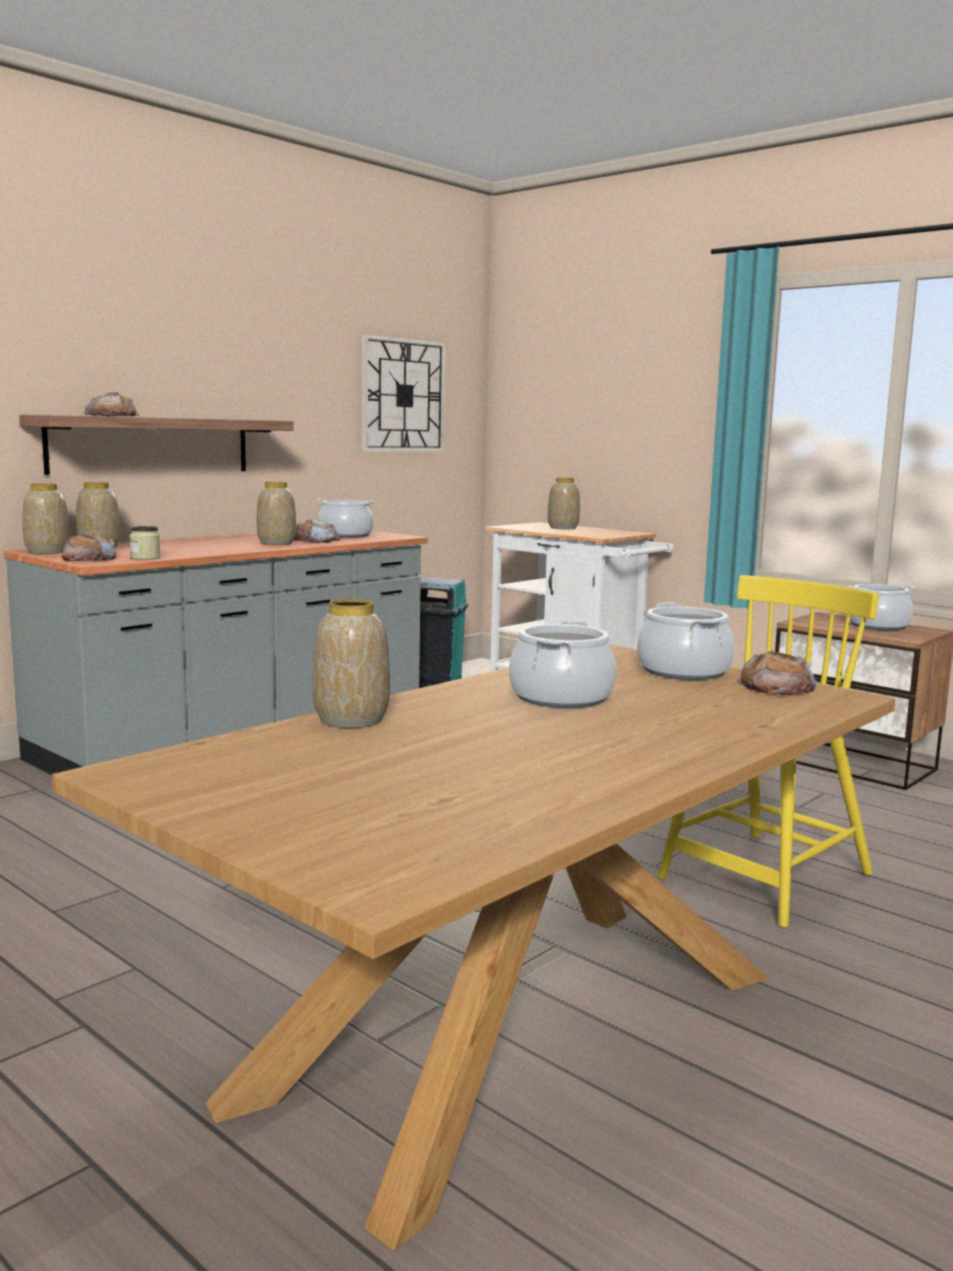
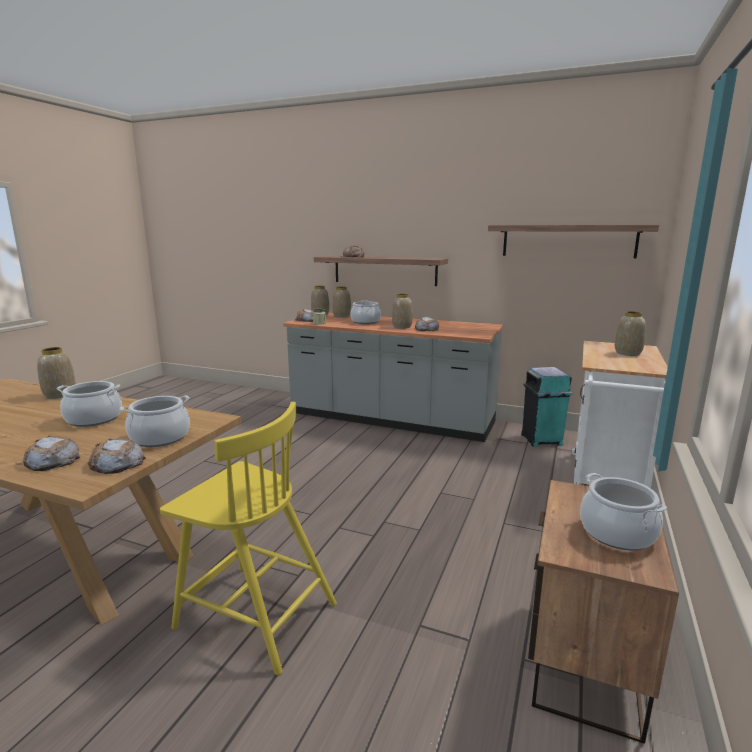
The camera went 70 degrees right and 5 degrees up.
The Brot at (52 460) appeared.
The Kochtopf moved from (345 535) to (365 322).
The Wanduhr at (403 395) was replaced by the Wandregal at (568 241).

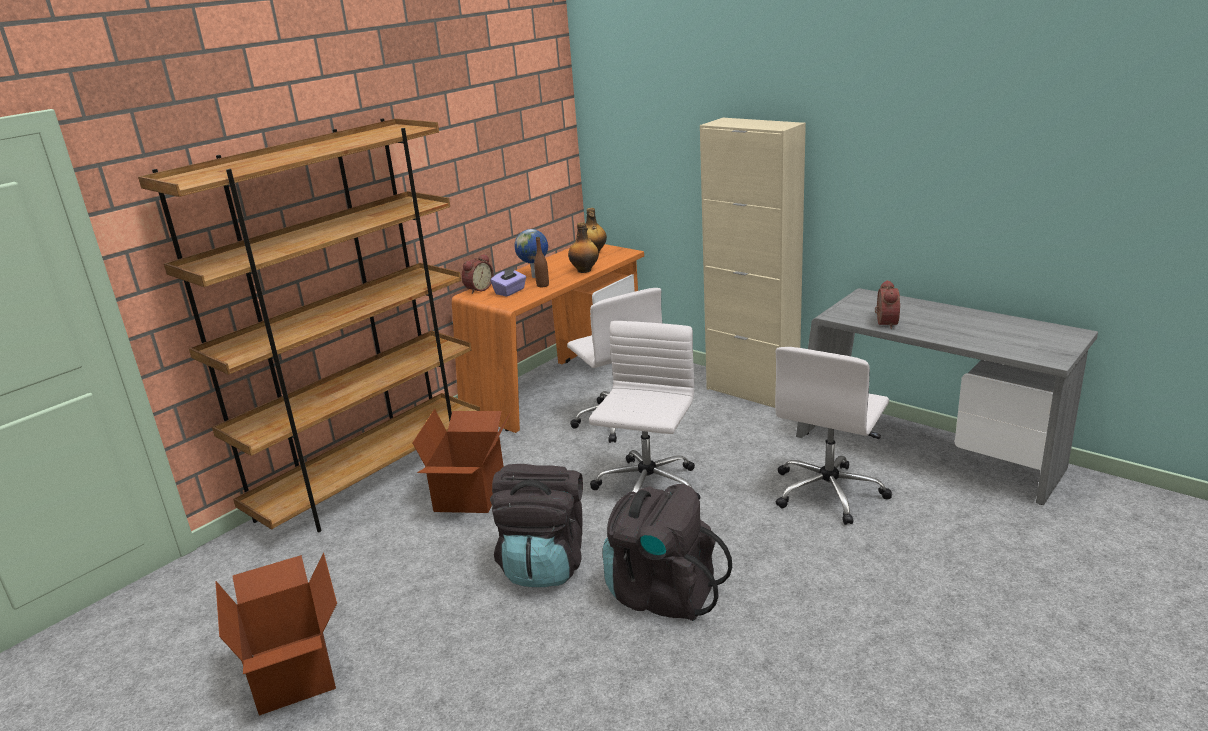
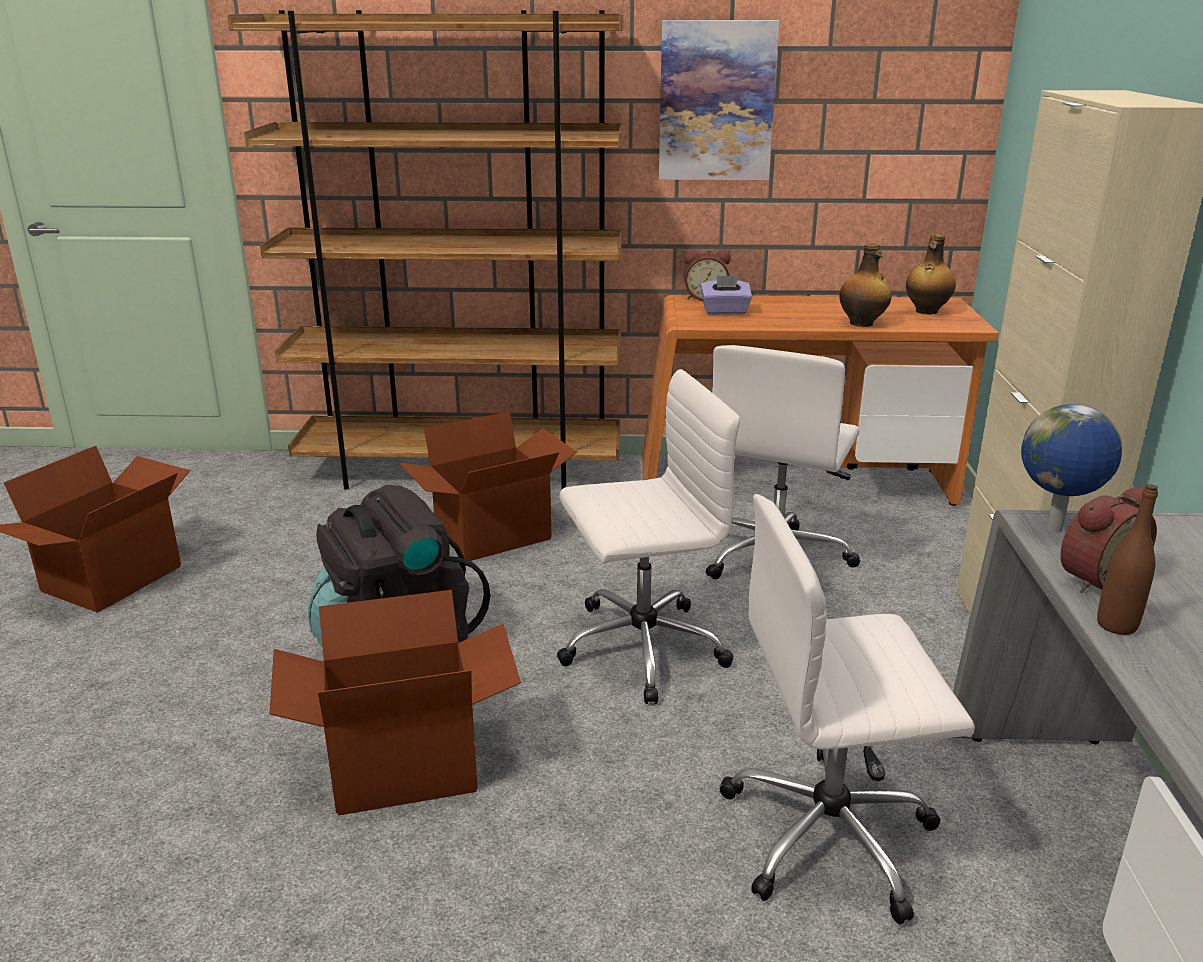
The camera went 50 degrees right and 0 degrees up.
The Rucksack [schwarz] at (662 594) was replaced by the Karton at (404 764).
The Bild at (716 101) appeared.
The Globus moved from (535 277) to (1055 530).
The Flasche [braun] moved from (542 285) to (1116 625).

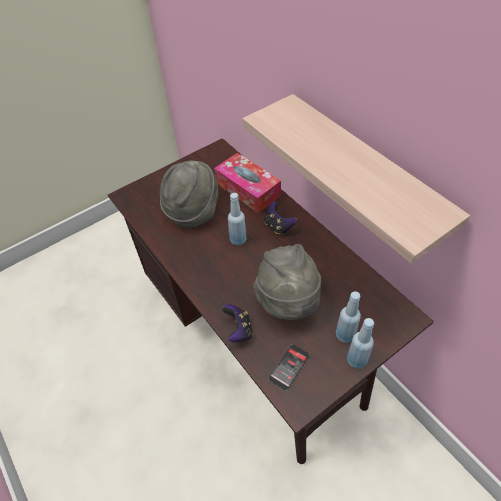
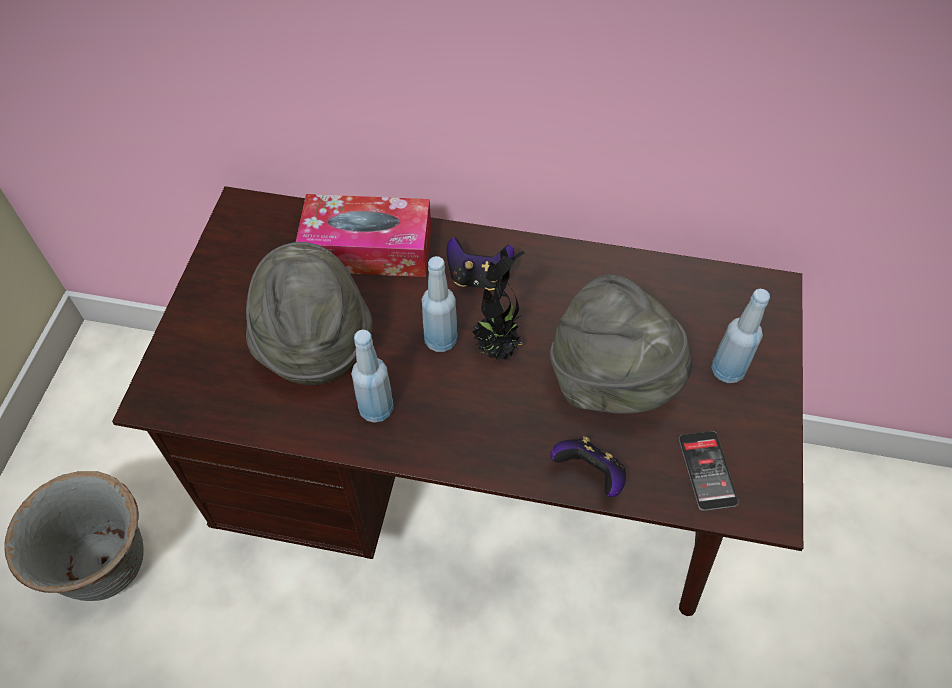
The camera went 45 degrees left and 5 degrees up.
The Pflanzkübel [grau] at (107 564) appeared.
The Flasche [blau] moved from (356 360) to (376 409).
The Topfpflanze at (498 348) appeared.
The Wandregal at (364 174) disappeared.

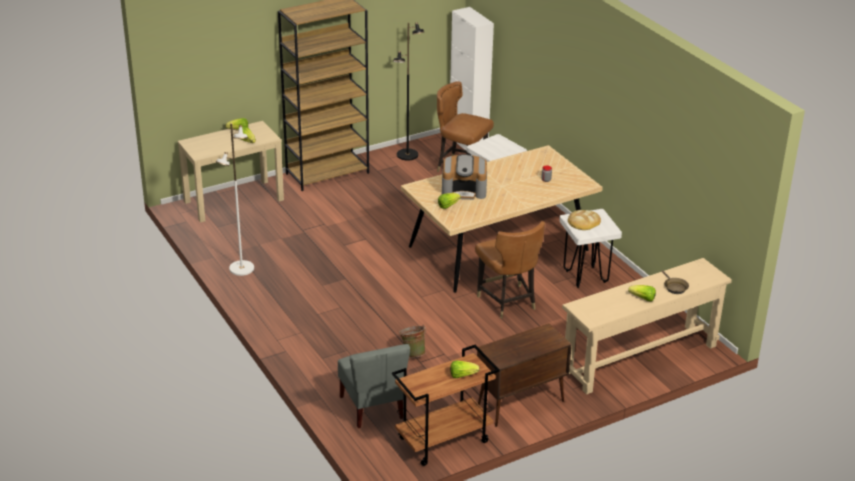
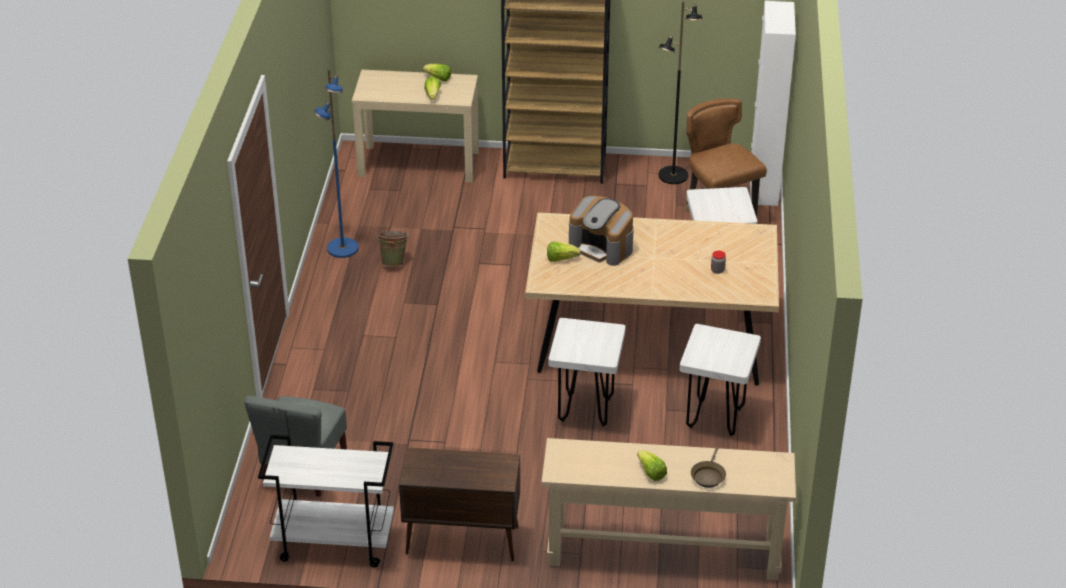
The camera went 35 degrees right and 5 degrees up.
The Rollwagen [braun] at (443 441) became the Rollwagen [weiß] at (333 543).
The Stehlampe [weiß] at (241 269) became the Stehlampe [blau] at (342 249).
The Eimer [grün] moved from (413 353) to (394 262).
The Stuhl [braun] at (507 302) was replaced by the Hocker [weiß] at (585 410).
The Salatkopf at (462 375) disappeared.
The Brot at (583 222) disappeared.

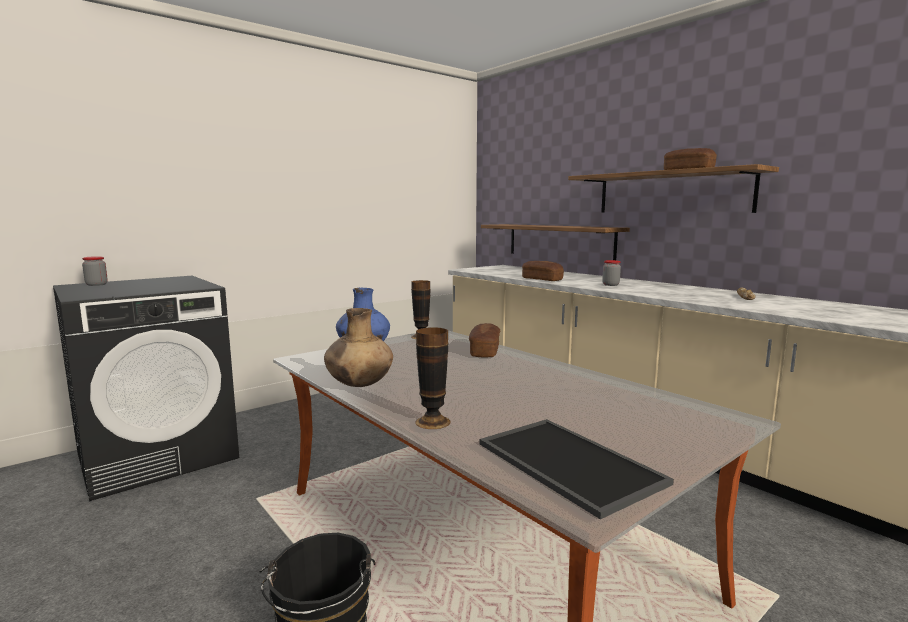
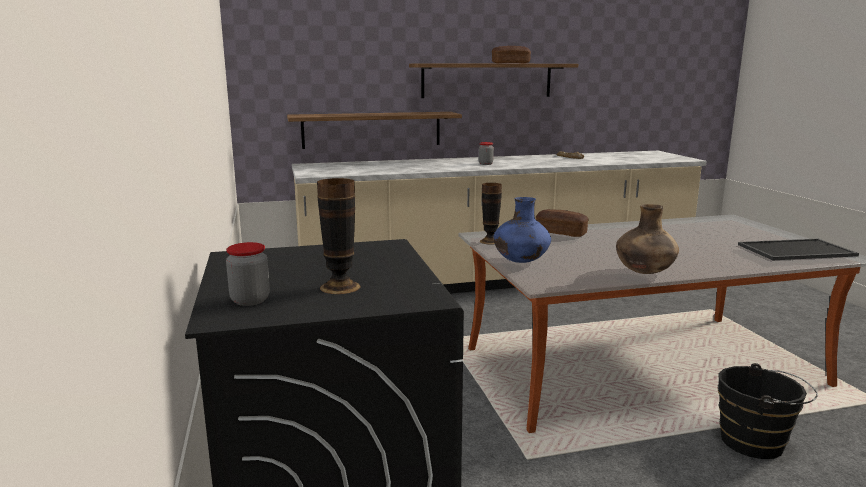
The camera went 65 degrees left and 5 degrees up.
The Vase moved from (432 422) to (340 287).
The Brot at (542 279) disappeared.

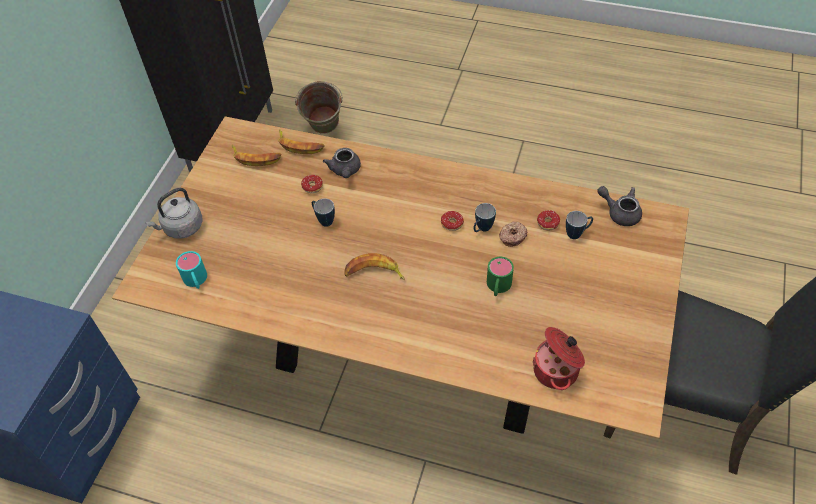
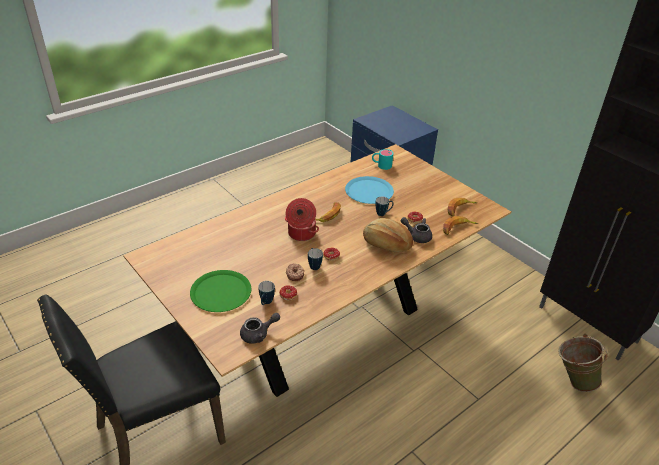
The camera went 120 degrees right and 15 degrees down.
The Teller [grün] at (220 292) appeared.
The Kochtopf moved from (557 370) to (301 234).
The Teller [blau] at (369 191) appeared.
The Brot at (386 244) appeared.
The Wasserkessel [grau] at (181 228) disappeared.
The Henkelbecher [grün] at (497 287) disappeared.

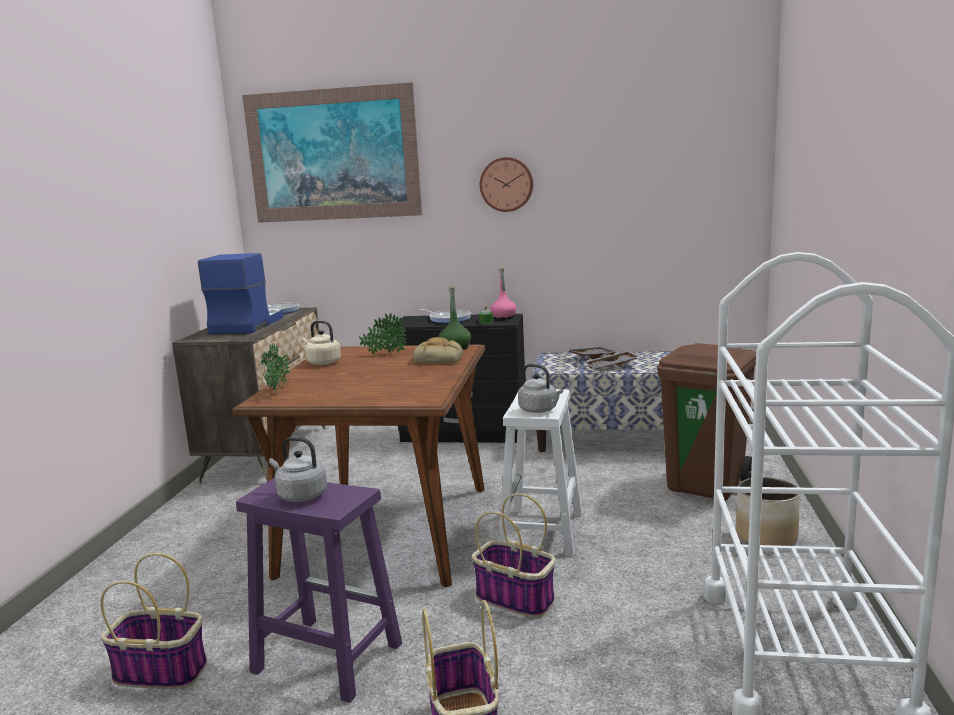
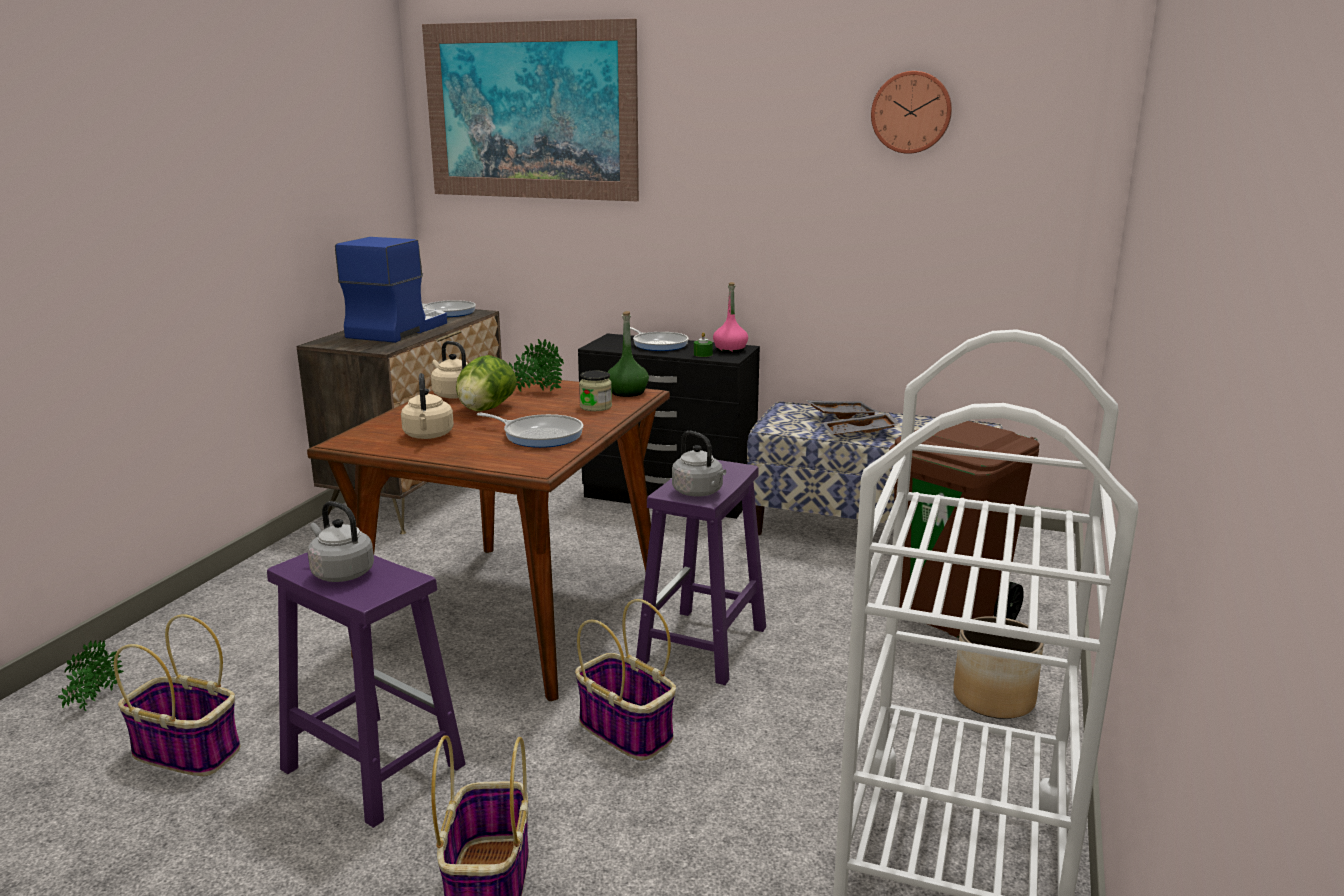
The camera went 10 degrees right and 5 degrees up.
The Topfpflanze moved from (276 392) to (92 702).
The Wasserkessel [beige] at (428 436) appeared.
The Salatkopf at (485 409) appeared.
The Pfanne at (539 435) appeared.
The Brot at (439 359) was replaced by the Vorratsglas at (595 407).
The Hocker [weiß] at (542 532) became the Hocker [lila] at (702 646).
The Wanduhr moved from (506 184) to (911 112).

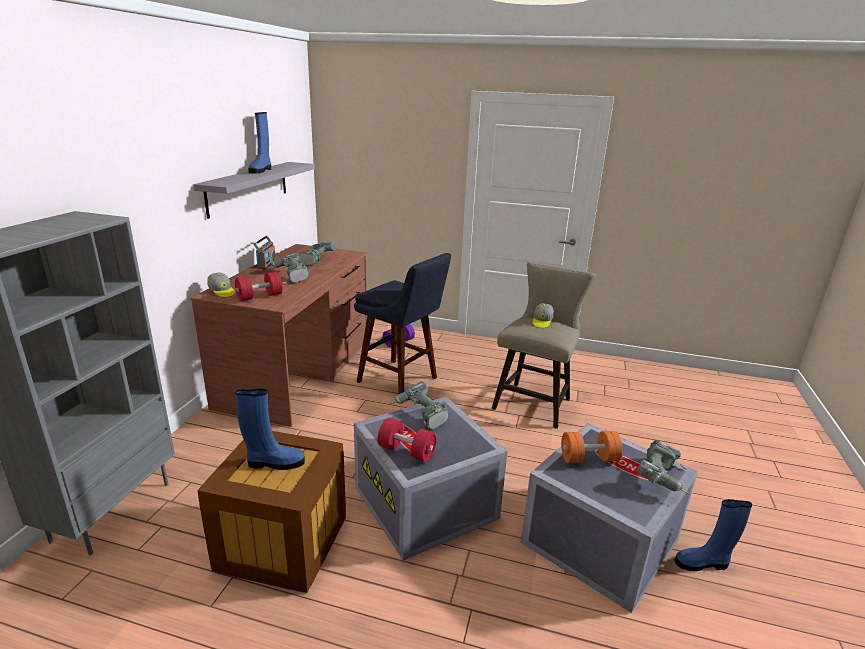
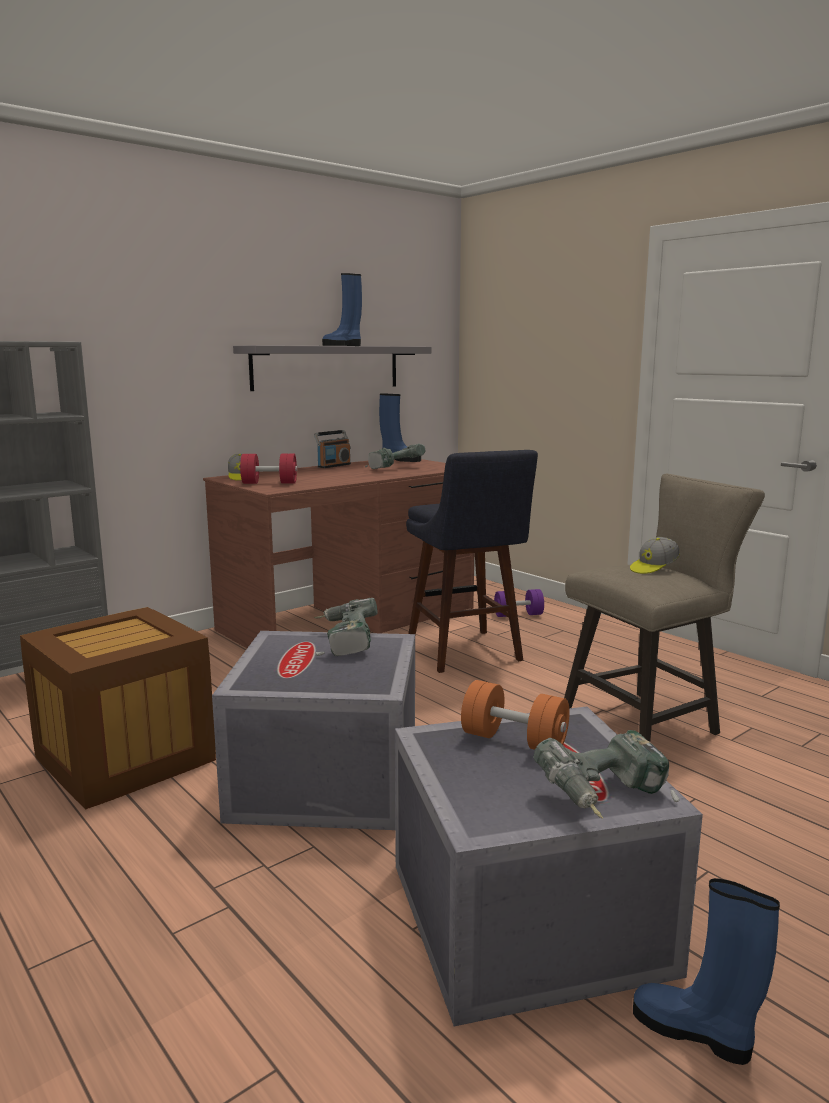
The camera went 35 degrees right and 10 degrees down.
The Stiefel [blau] moved from (274 463) to (399 460).
The Bohrmaschine at (289 277) disappeared.
The Hantel [rot] at (406 451) disappeared.

